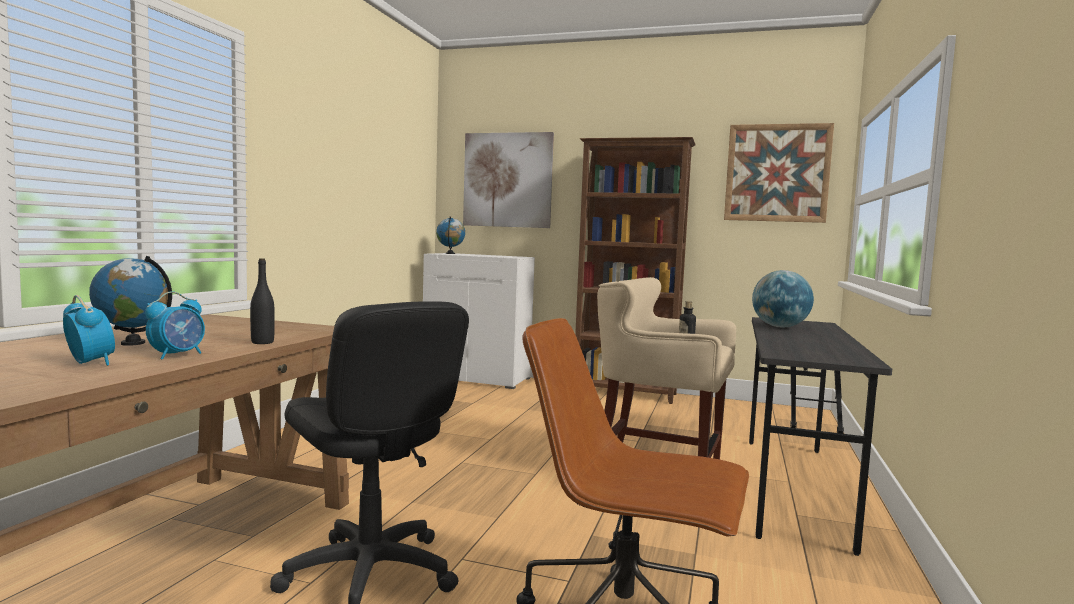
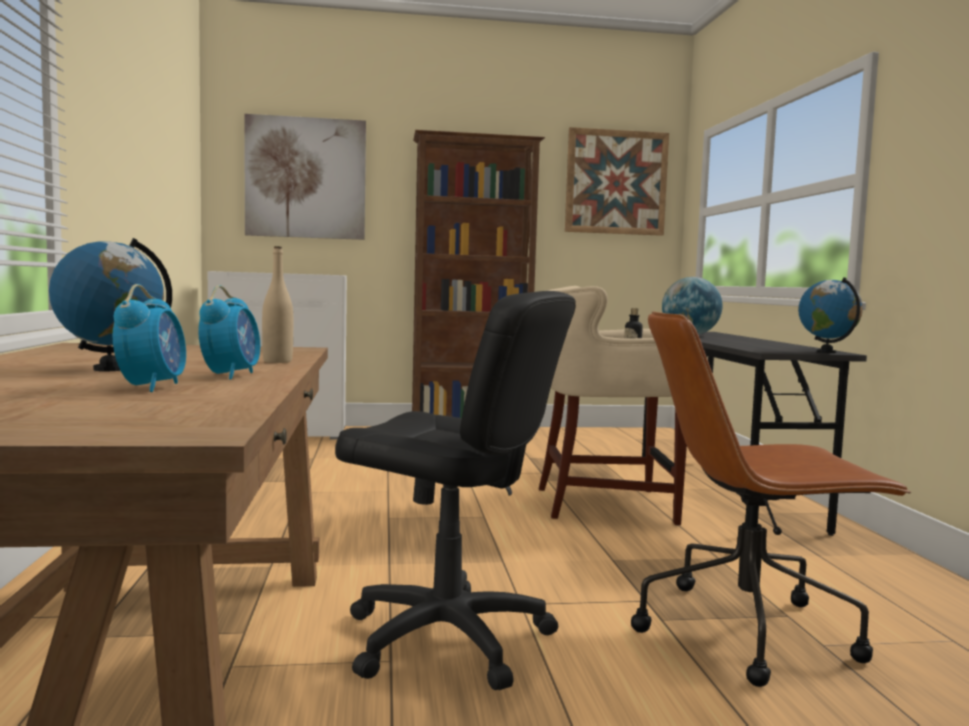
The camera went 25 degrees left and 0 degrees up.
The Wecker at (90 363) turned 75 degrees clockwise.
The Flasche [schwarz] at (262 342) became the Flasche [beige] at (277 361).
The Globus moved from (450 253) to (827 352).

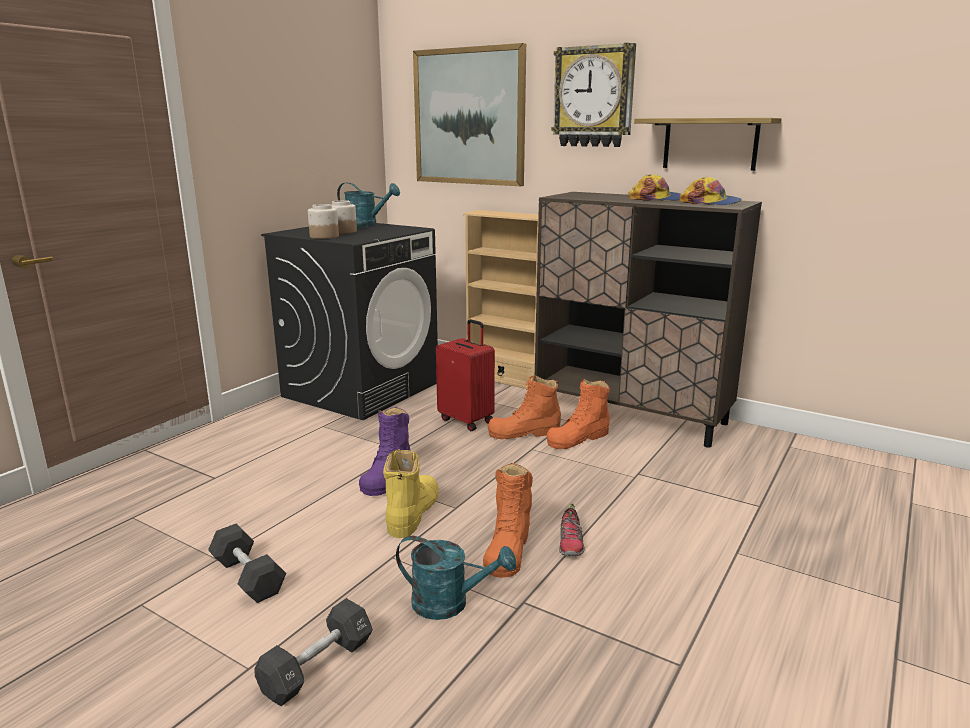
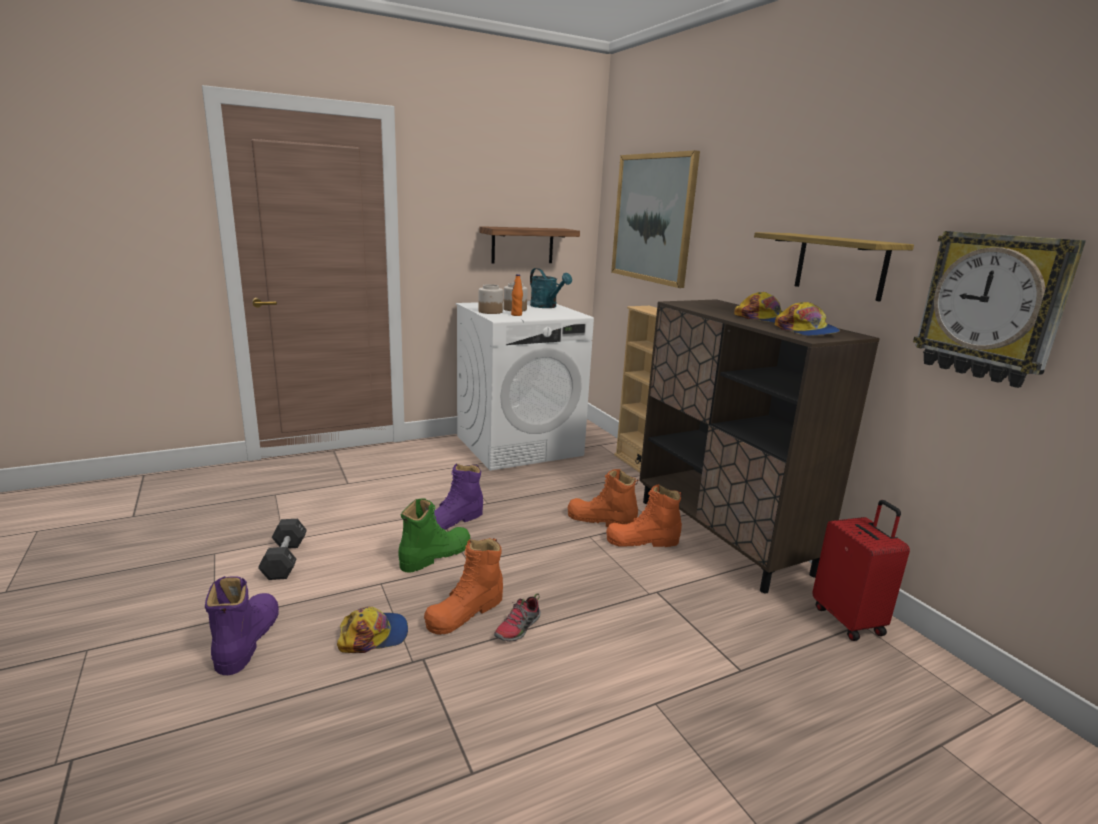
The camera went 30 degrees right and 0 degrees up.
The Hantel [schwarz] at (317 666) was replaced by the Stiefel [lila] at (247 639).
The Gießkanne [türkis] at (450 603) was replaced by the Kappe at (373 635).
The Stiefel [gelb] at (412 512) became the Stiefel [grün] at (435 555).
The Waschmaschine [schwarz] at (362 389) became the Waschmaschine [weiß] at (519 445).
The Wandregal at (522 245) appeared.
The Flasche [orange] at (516 315) appeared.
The Koffer [rot] moved from (467 420) to (849 620).
The Wanduhr moved from (594 97) to (992 307).

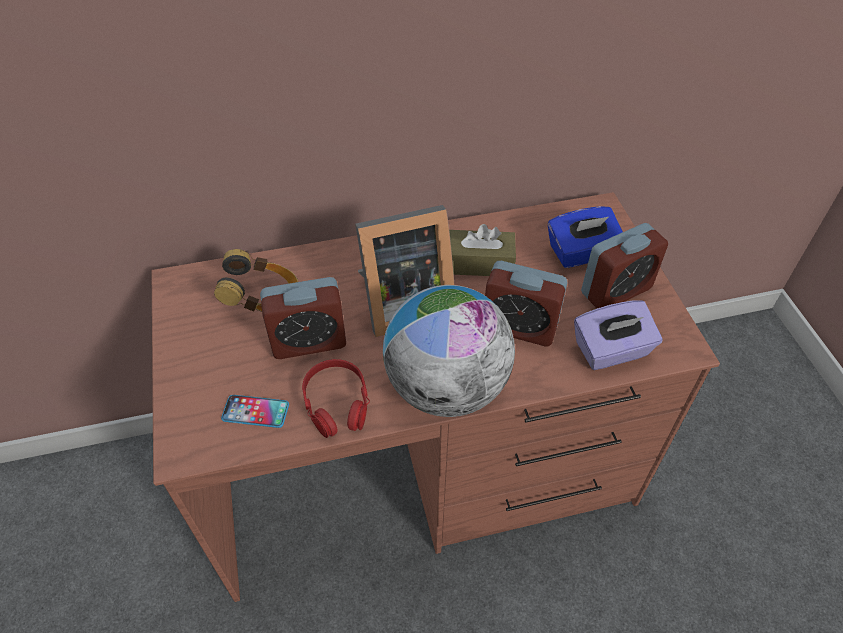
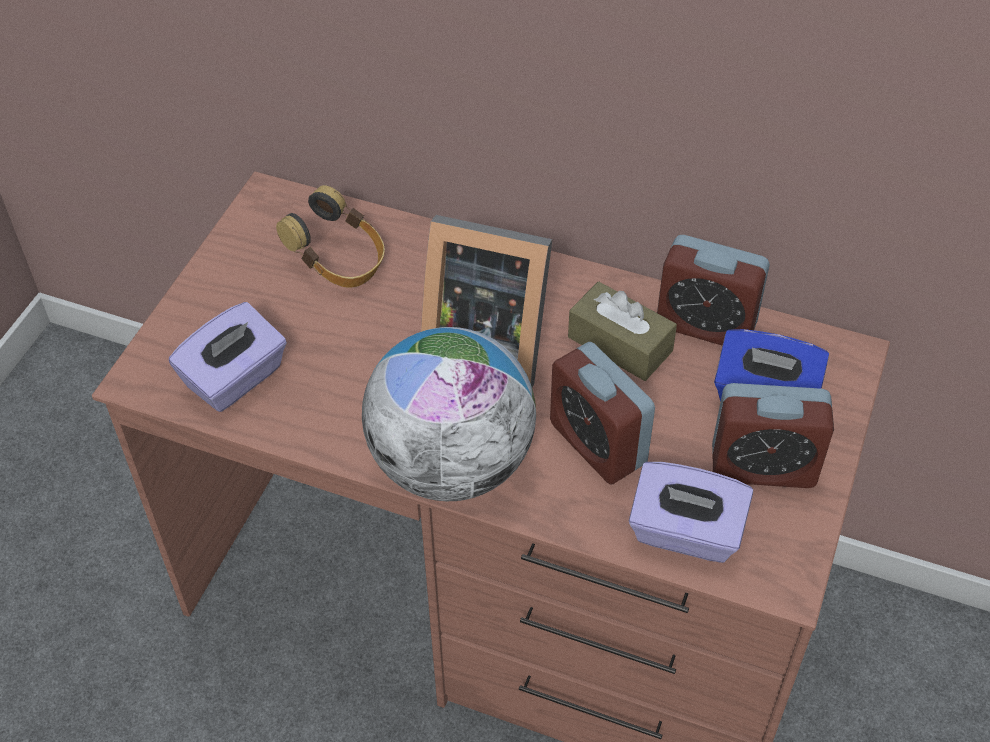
The camera went 35 degrees right and 0 degrees up.
The Handy at (255 412) was replaced by the Taschentuchbox [lila] at (235 379).
The Wecker moved from (309 341) to (706 325).
The Kopfhörer [rot] at (337 404) disappeared.

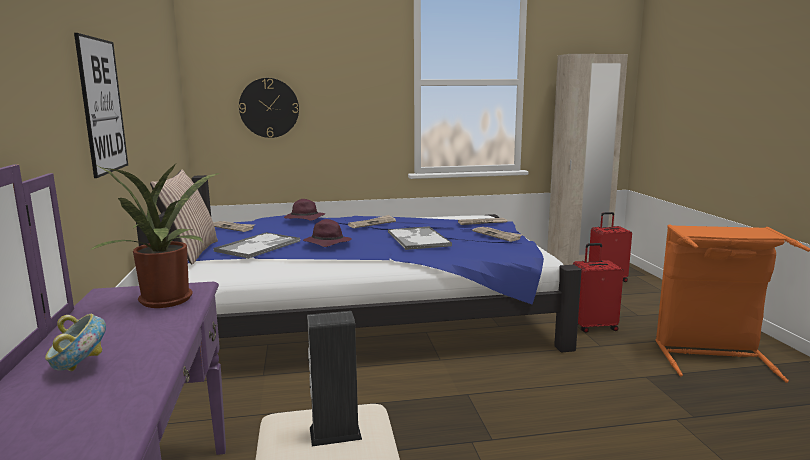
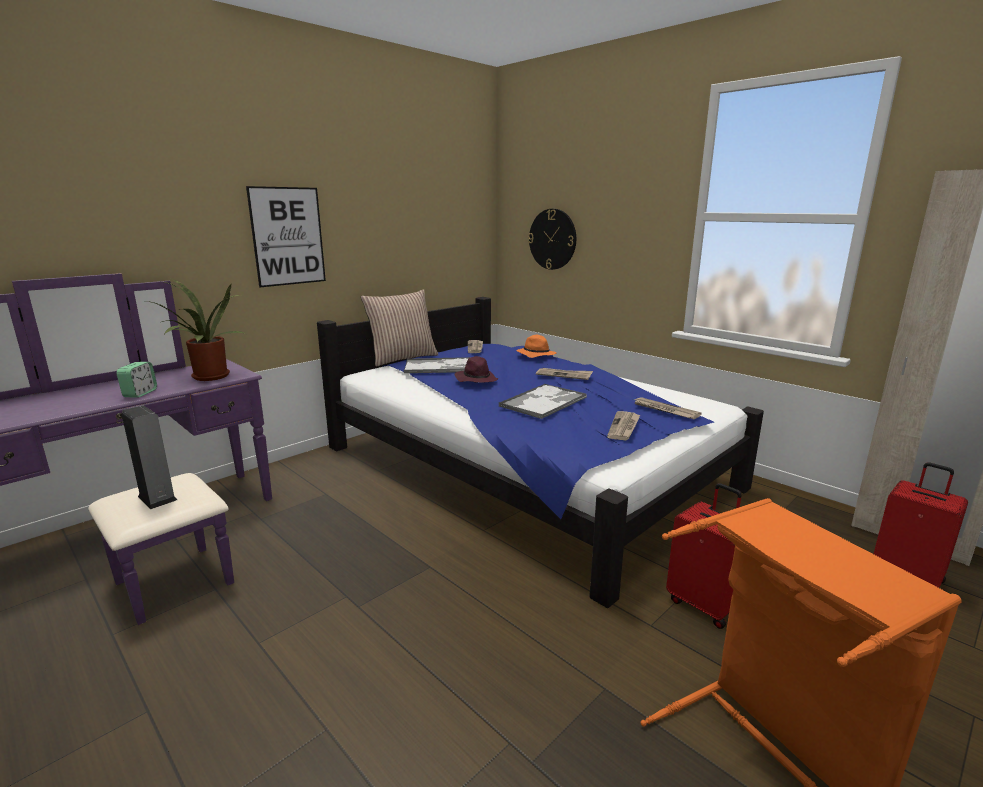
The camera went 55 degrees right and 5 degrees up.
The Wecker at (140 393) appeared.
The Hut [lila] at (304 219) became the Hut [orange] at (535 355).
The Schüssel at (80 368) disappeared.

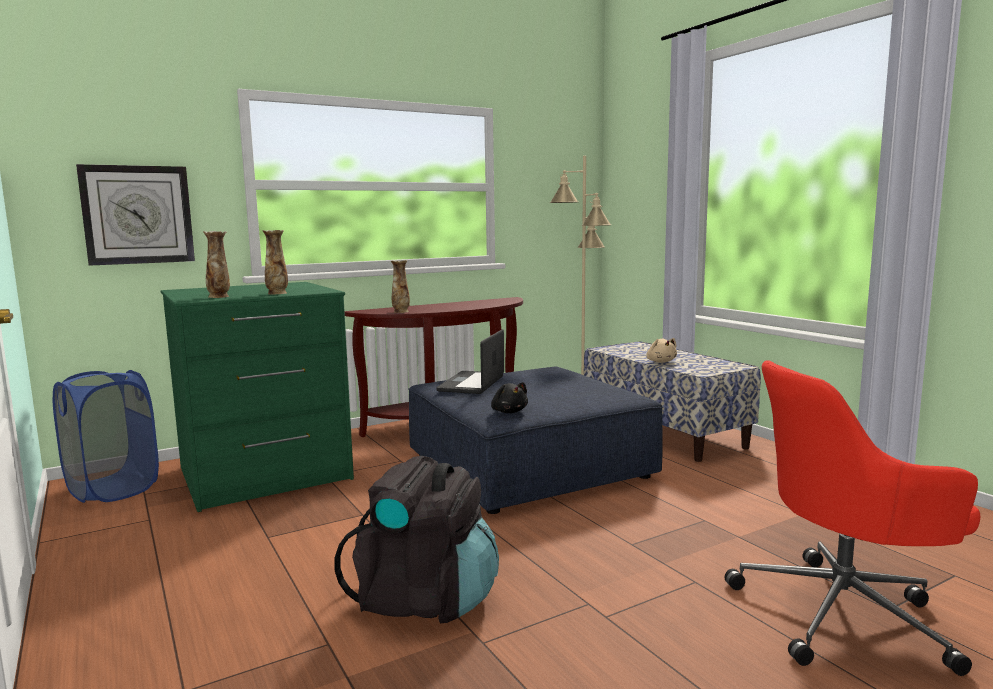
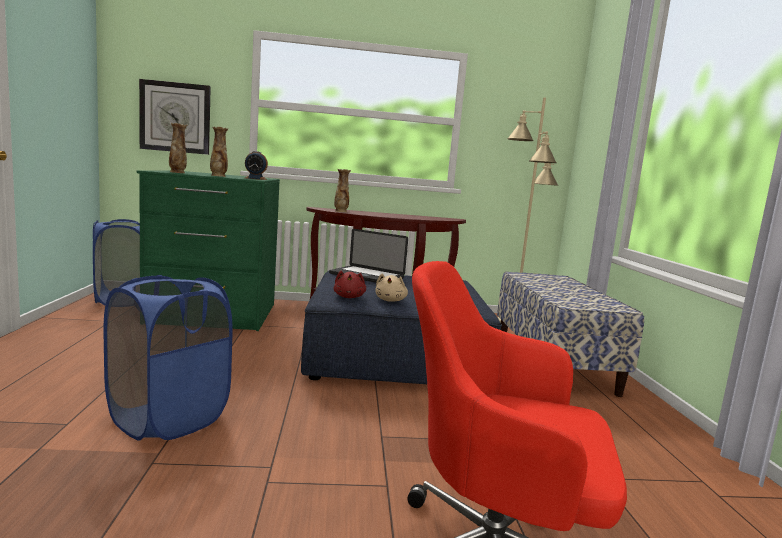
The camera went 25 degrees right and 0 degrees up.
The Rucksack [schwarz] at (425 599) was replaced by the Wäschekorb [blau] at (169 419).
The Wecker at (255 178) appeared.
The Laptop at (471 384) turned 105 degrees counterclockwise.
The Plüschtier [schwarz] at (509 411) became the Plüschtier [rot] at (349 297).
The Plüschtier [beige] moved from (660 362) to (390 300).

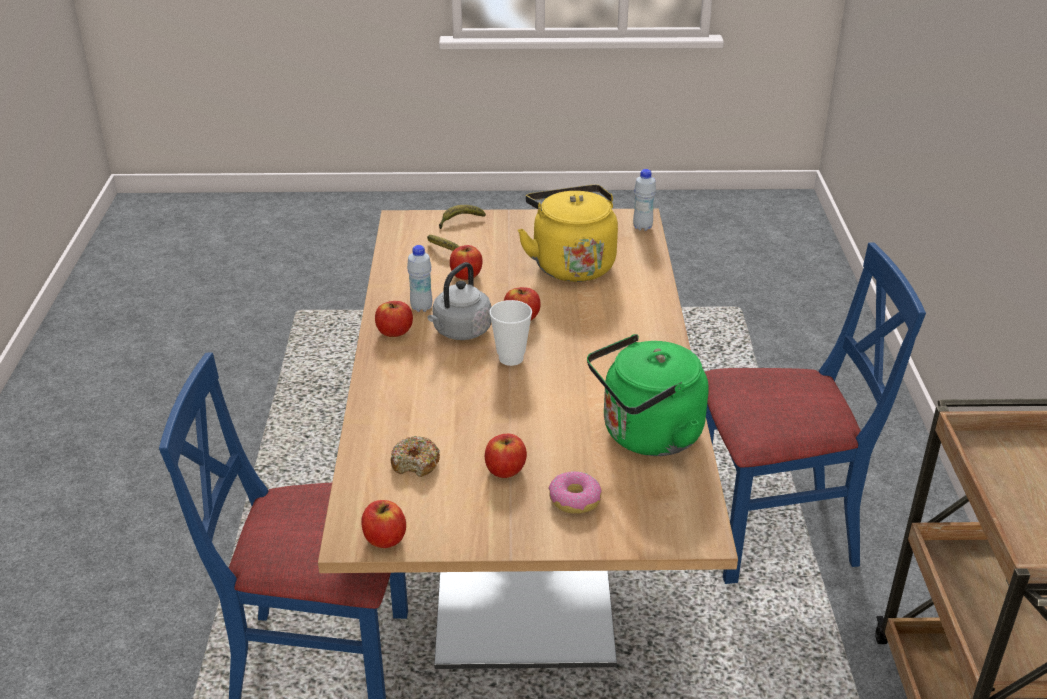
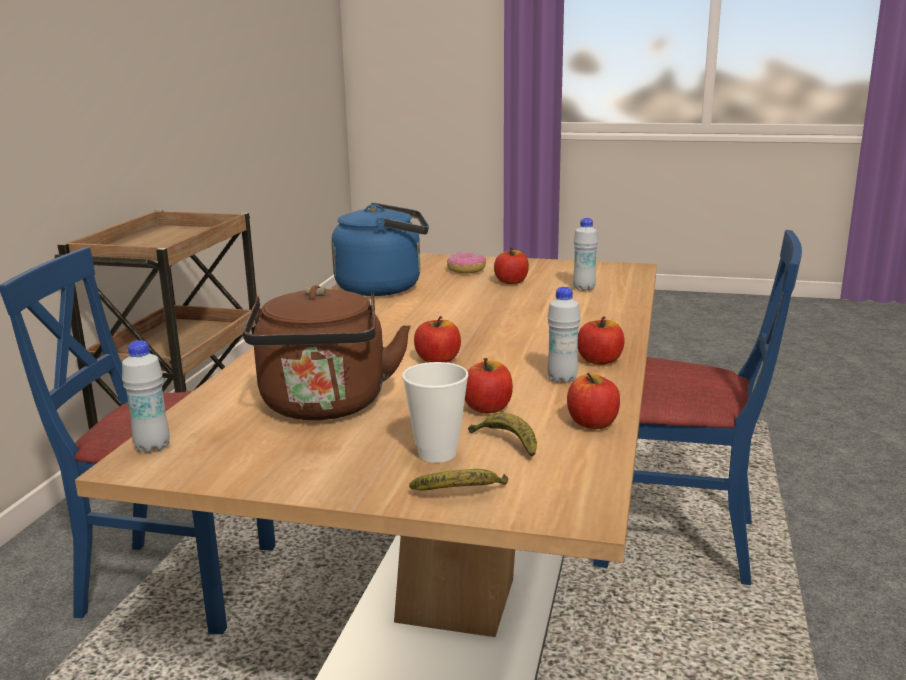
The camera went 165 degrees left and 15 degrees down.
The Wasserkessel [gelb] at (571 264) became the Wasserkessel [braun] at (324 407).
The Wasserkessel [grün] at (646 436) became the Wasserkessel [blau] at (384 287).
The Tasse moved from (511 358) to (437 453).
The Apfel moved from (384 539) to (592 423).
The Donut at (415 463) was replaced by the Flasche [weiß] at (584 288).
The Wasserkessel [grau] at (460 332) disappeared.

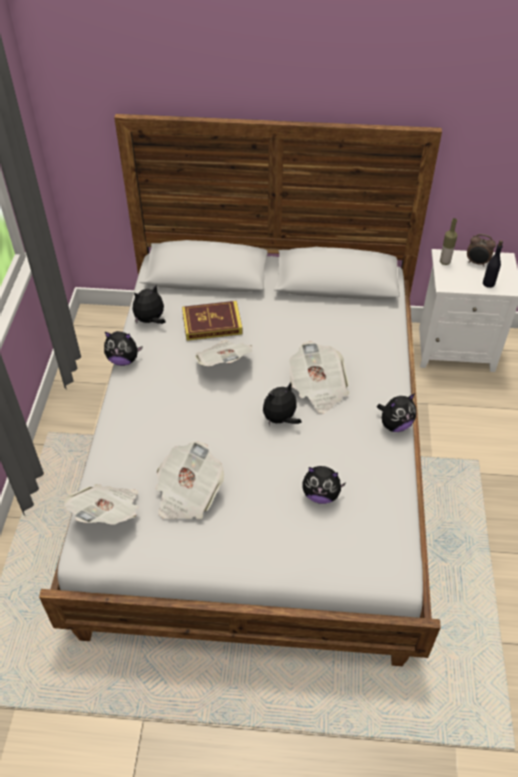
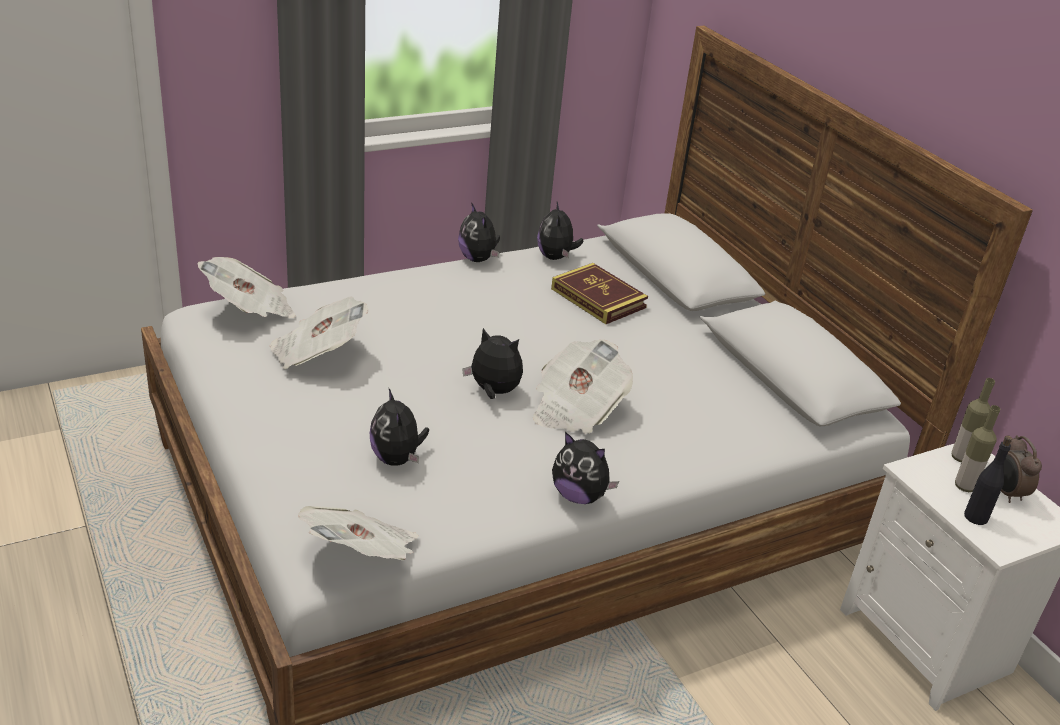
The camera went 55 degrees right and 15 degrees down.
The Zeitung moved from (224 363) to (362 555).
The Plüschtier at (150 320) turned 120 degrees counterclockwise.
The Flasche at (964 486) appeared.

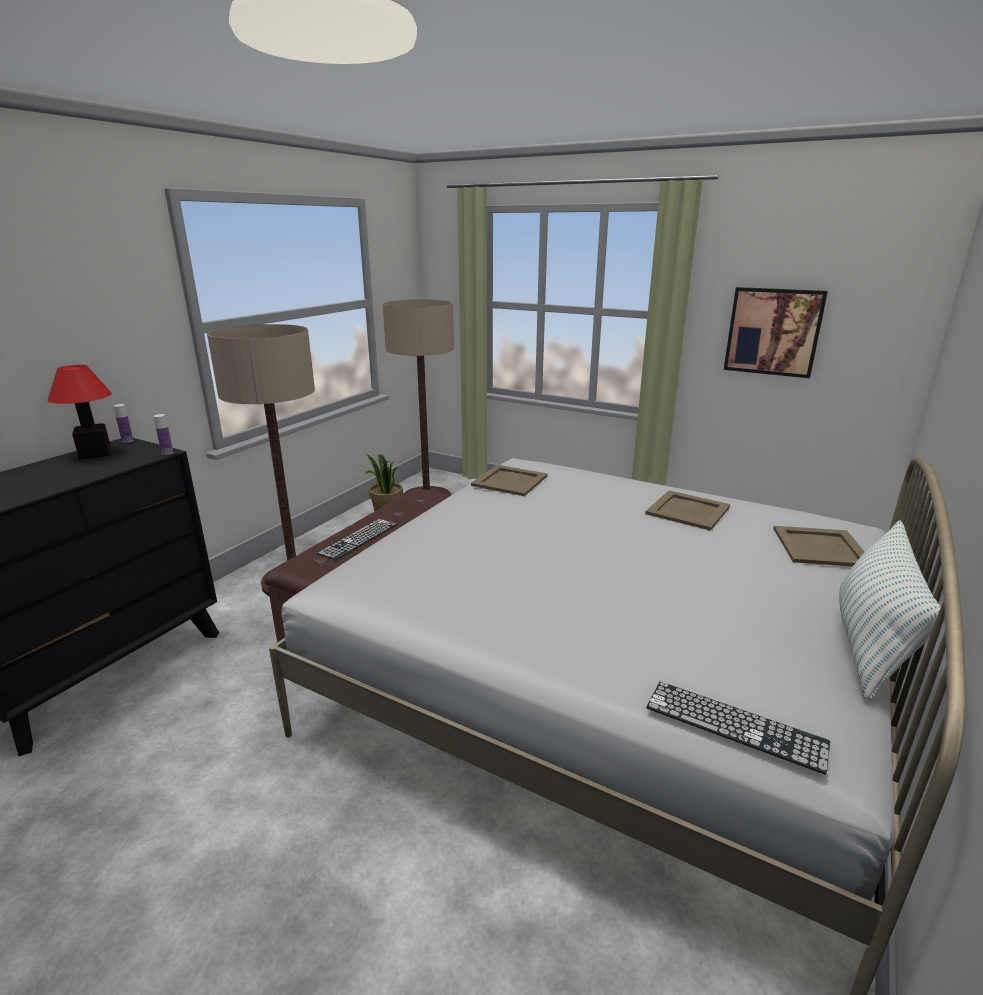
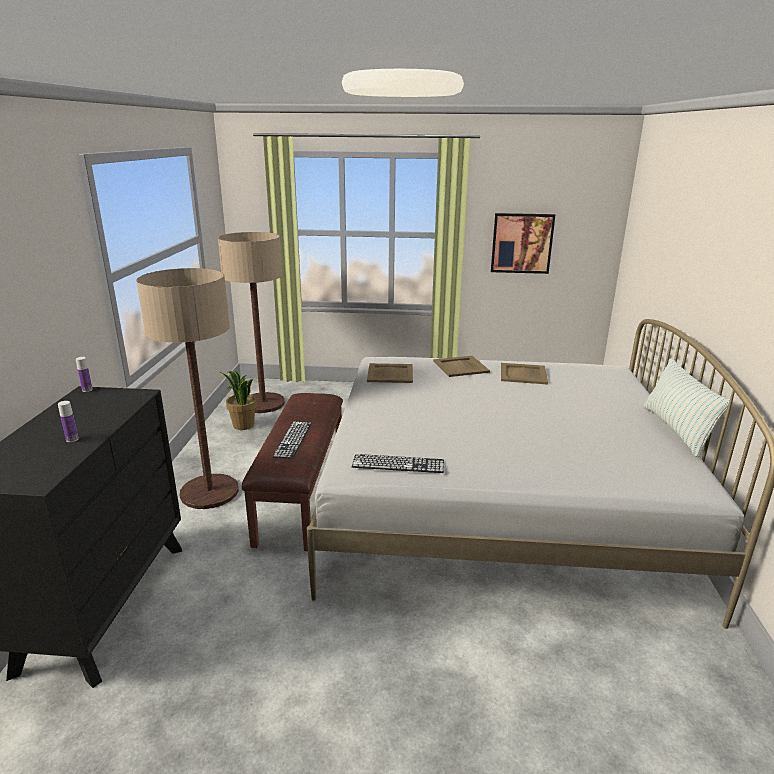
The camera went 25 degrees left and 0 degrees up.
The Flasche moved from (167 453) to (72 439).
The Tastatur moved from (735 724) to (398 464).
The Tablett [beige] moved from (819 546) to (460 366).
The Tischlampe at (95 453) disappeared.

